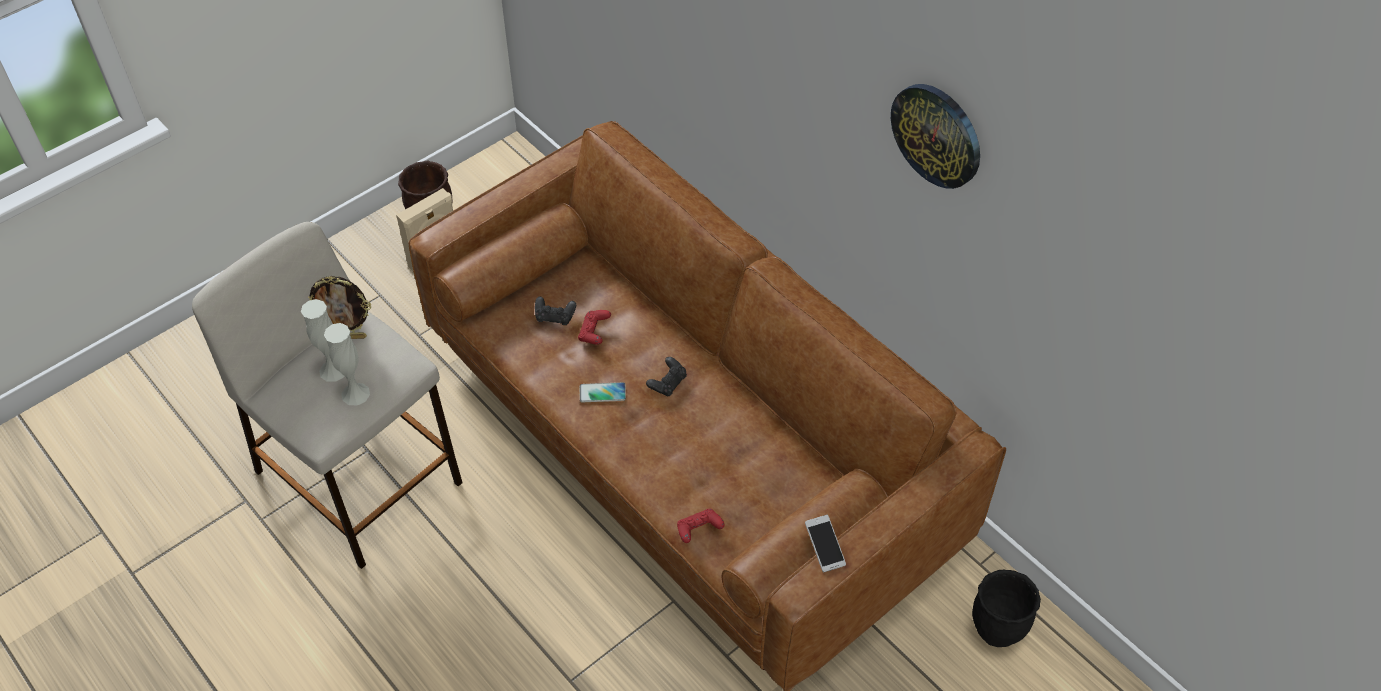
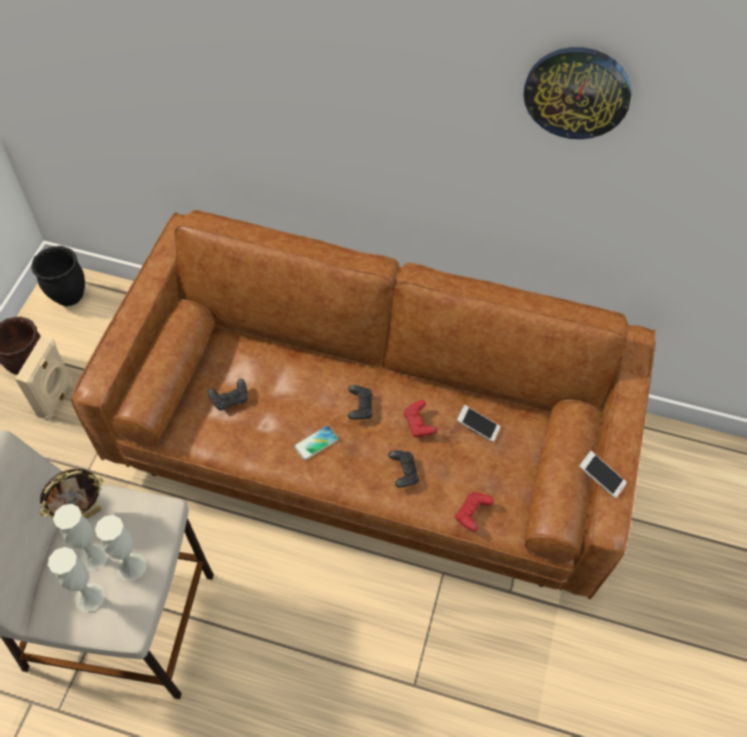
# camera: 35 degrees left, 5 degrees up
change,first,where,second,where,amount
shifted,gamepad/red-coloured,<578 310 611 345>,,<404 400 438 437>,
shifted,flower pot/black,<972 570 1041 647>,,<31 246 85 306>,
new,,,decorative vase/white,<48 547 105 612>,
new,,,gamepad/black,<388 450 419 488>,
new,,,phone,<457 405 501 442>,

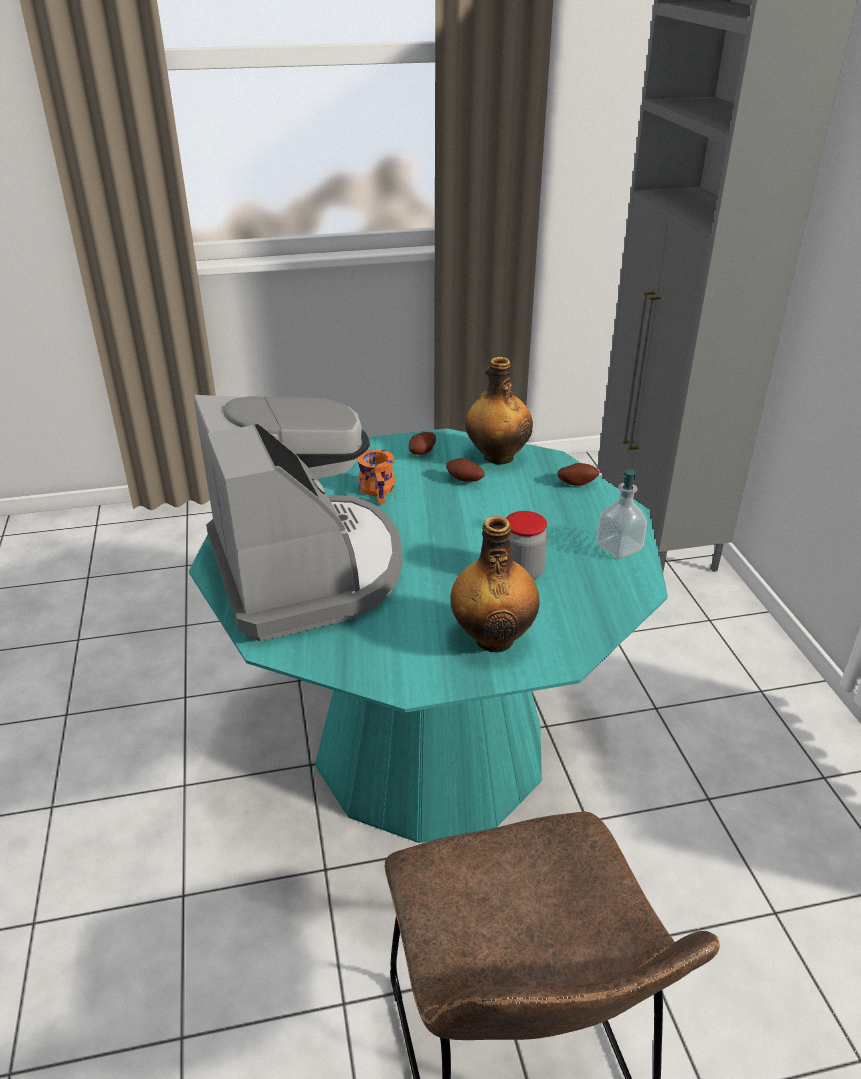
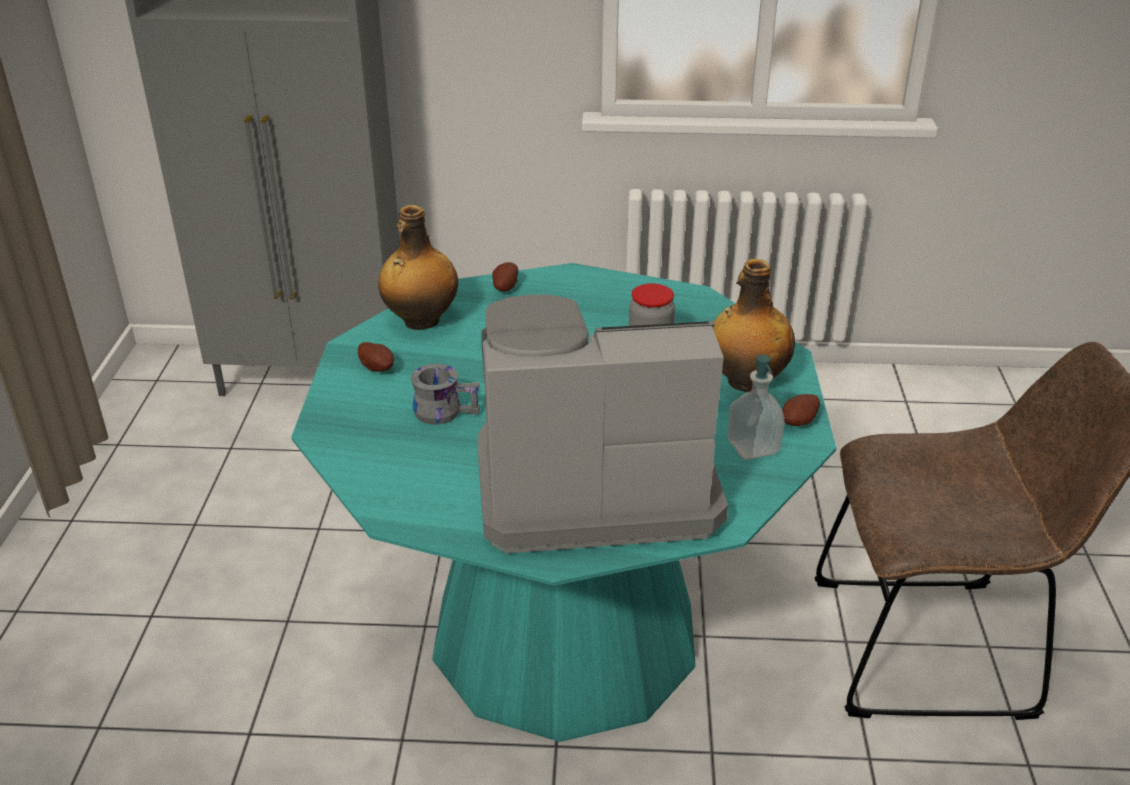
# camera: 75 degrees left, 0 degrees up
change,first,where,second,where,amount
repainted,mug/orangey,<357 449 395 504>,mug/greyish,<411 364 480 425>,
shifted,potato,<446 458 485 482>,,<782 394 820 426>,
shifted,soap bottle,<596 469 647 559>,,<728 354 785 460>,

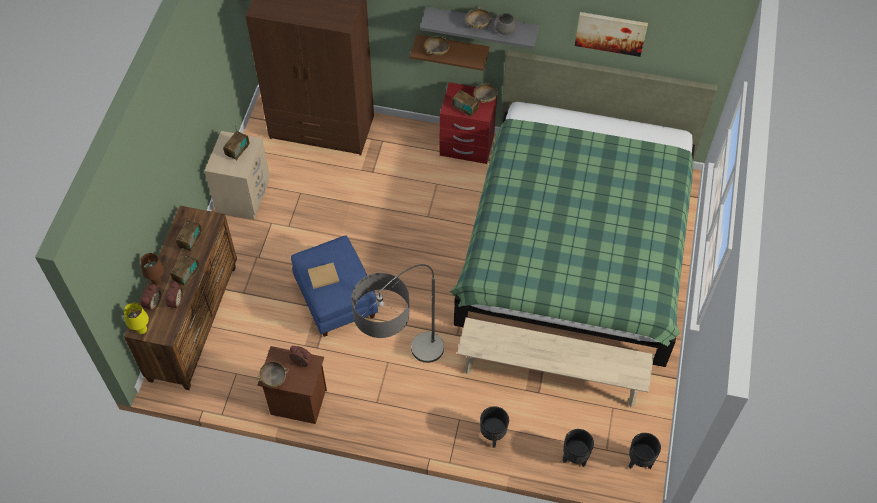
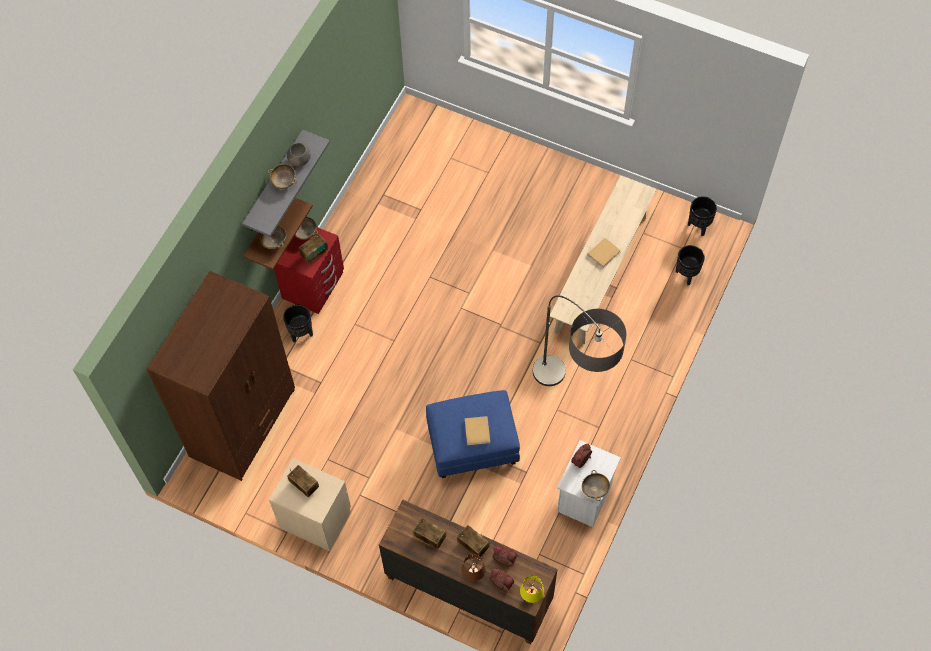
# camera: 75 degrees left, 5 degrees up
change,first,where,second,where,amount
repainted,bedside table/brown-coloured,<257 346 327 424>,bedside table/white,<557 440 621 527>,
gone,sleeping bed/green-coloured,<450 50 717 367>,,,
shifted,flower pot/black,<480 406 509 448>,,<283 305 313 343>,
gone,wall picture,<575 12 648 57>,,,
new,,,book/beige-coloured,<587 238 621 268>,

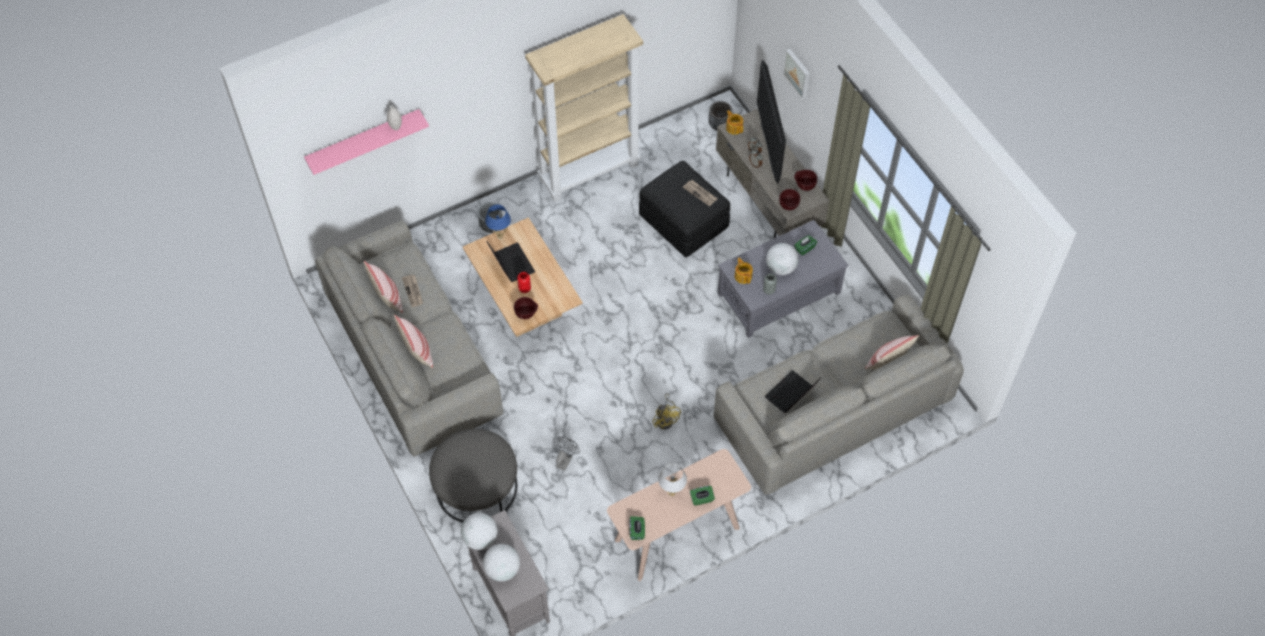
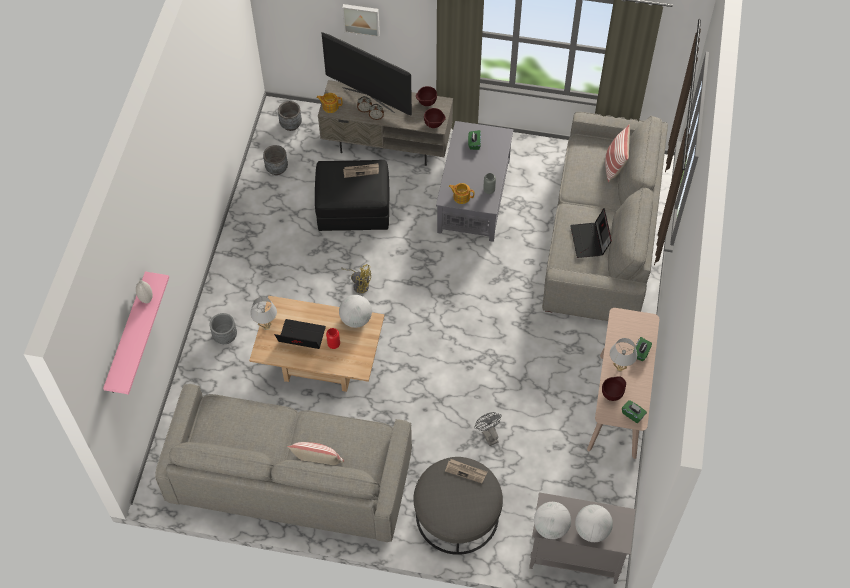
# camera: 50 degrees left, 0 degrees up
change,first,where,second,where,amount
gone,throw pillow,<364 261 403 313>,,,
shifted,daily paper,<402 275 423 307>,,<445 459 487 483>,
repainted,tabletop lamp/blue-coloured,<485 204 511 239>,tabletop lamp/white,<250 297 277 330>,
shifted,deep dish/brown-coloured,<514 297 538 319>,,<602 376 626 401>,
gone,bookshelf/beige-coloured,<525 14 643 202>,,,
shifted,cooling fan/yellow-coloured,<652 393 681 430>,,<341 264 371 294>,
shifted,desk globe,<766 243 799 275>,,<339 295 372 328>,
new,,,flower pot/greyish,<263 145 288 175>,

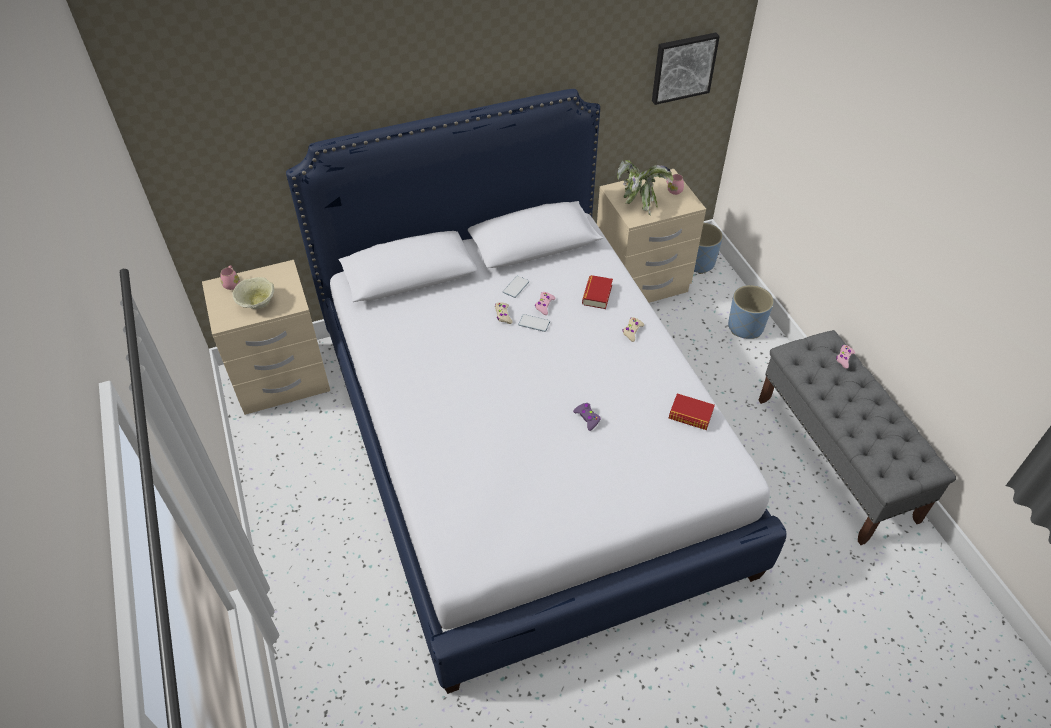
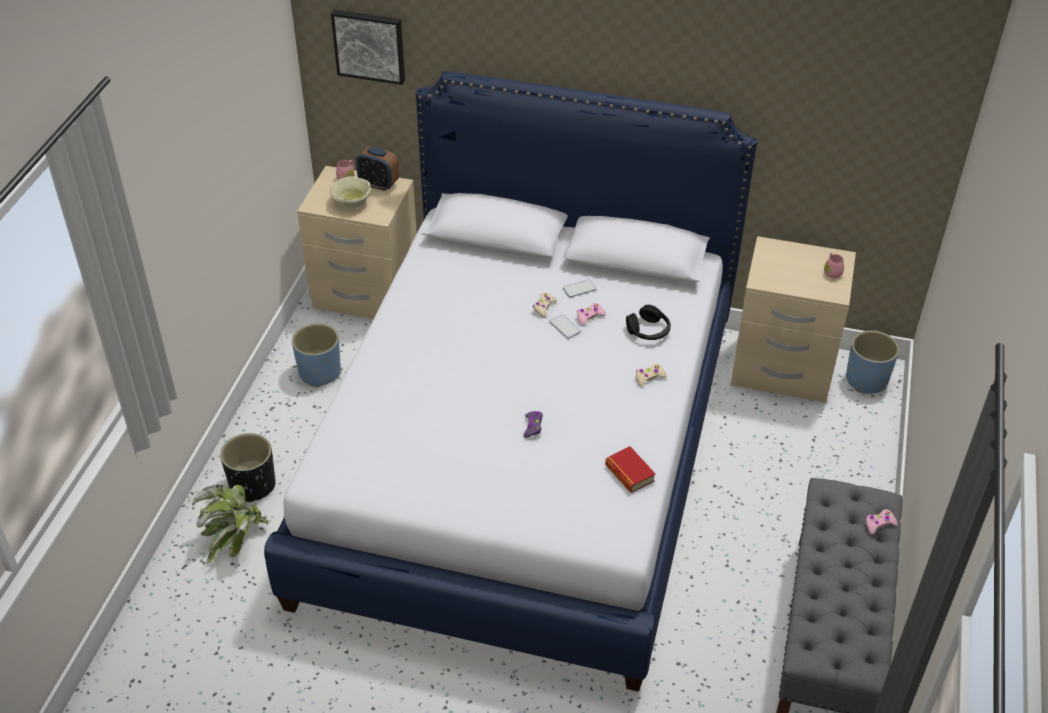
# camera: 35 degrees right, 5 degrees down
change,first,where,second,where,amount
swapped,book,<582 275 613 309>,headset/black,<626 305 671 340>,
shifted,plant in a pot,<617 160 674 216>,,<192 484 268 563>,
shifted,wall picture,<652 33 720 105>,,<331 10 405 85>,
shifted,flower pot/blue-coloured,<728 285 774 339>,,<292 323 341 387>,
new,,,flower pot/black,<220 433 275 503>,
new,,,bedside clock,<356 146 399 191>,

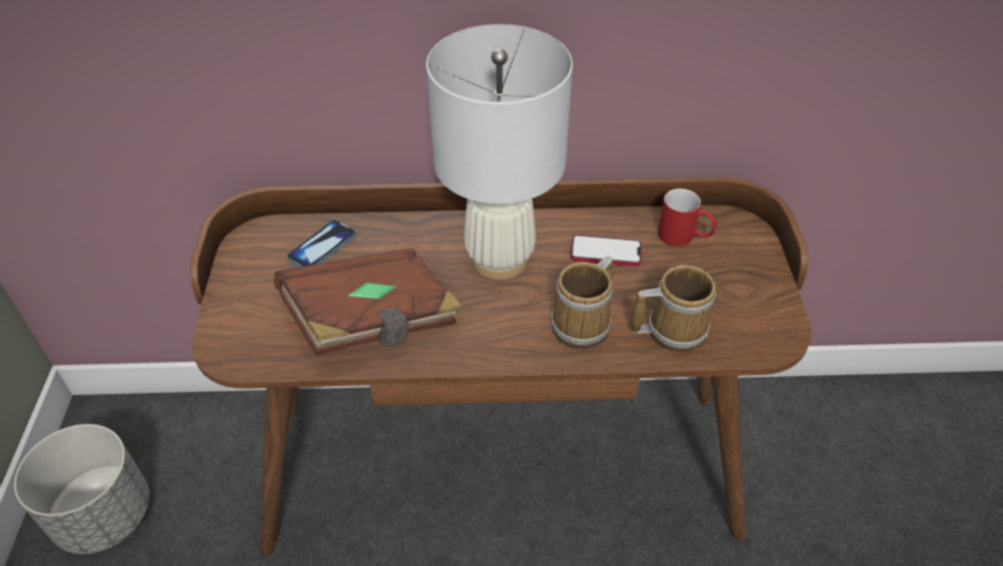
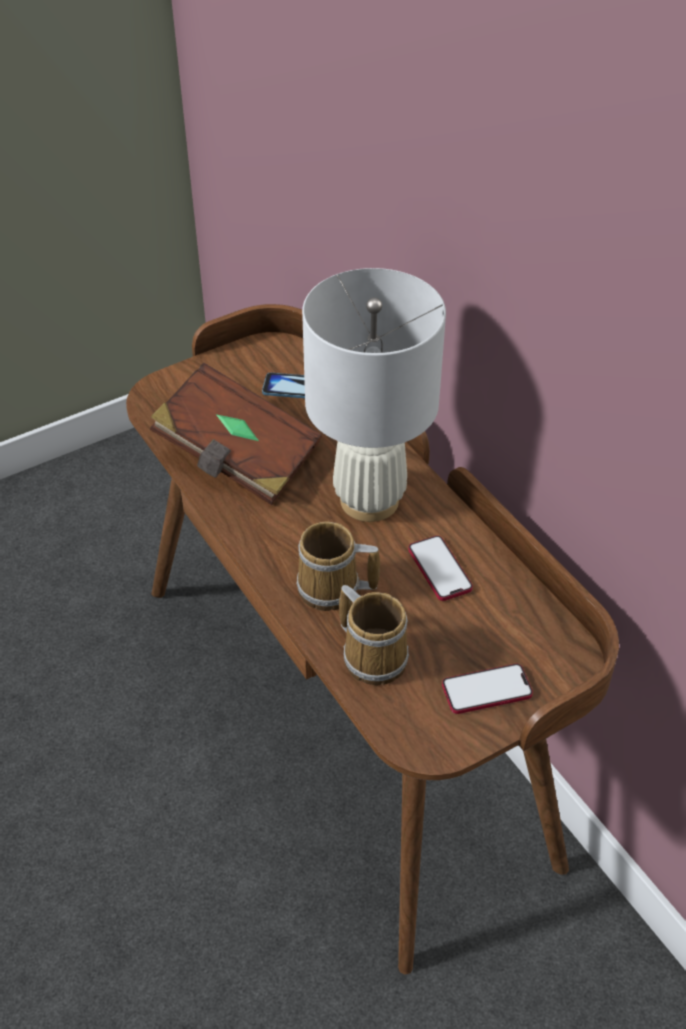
# camera: 60 degrees right, 0 degrees up
change,first,where,second,where,amount
gone,flower pot/greyish,<14 424 150 554>,,,
gone,mug/red-coloured,<658 189 717 246>,,,
new,,,phone,<442 664 533 714>,

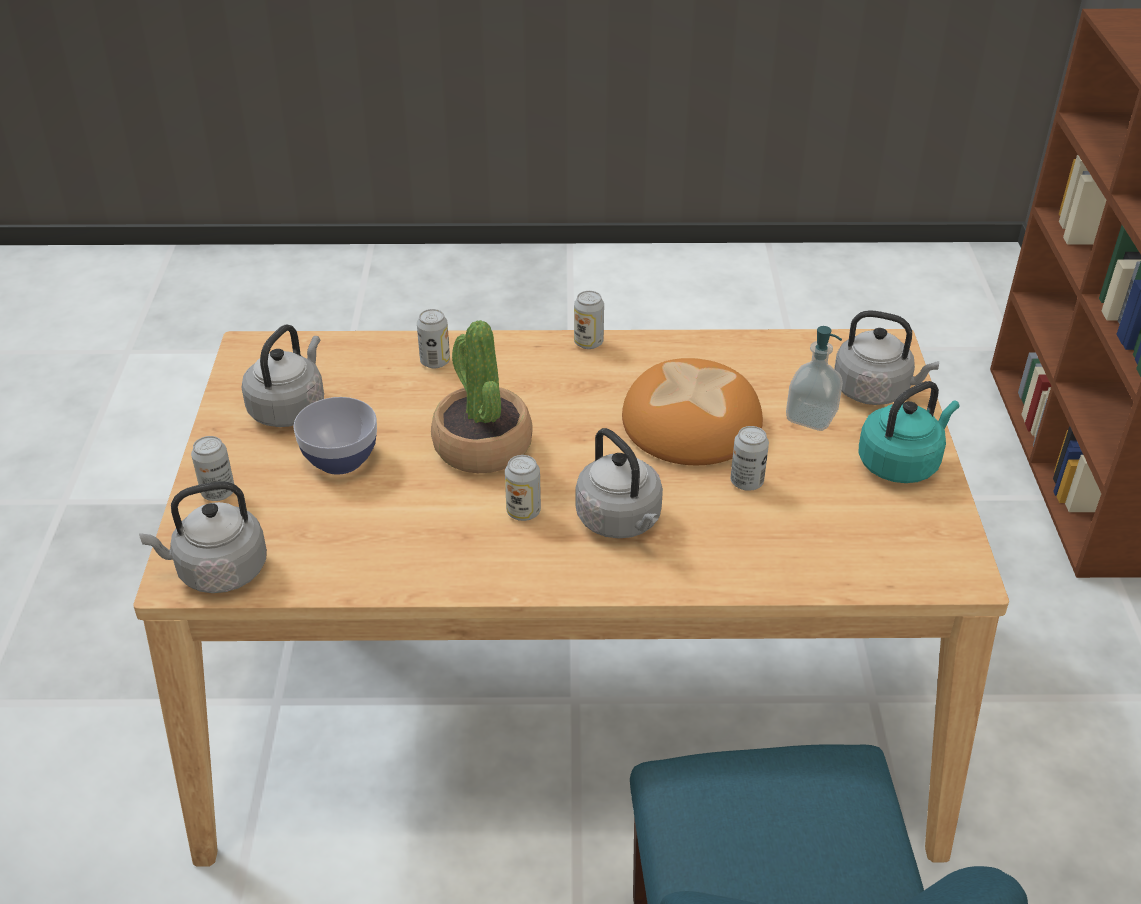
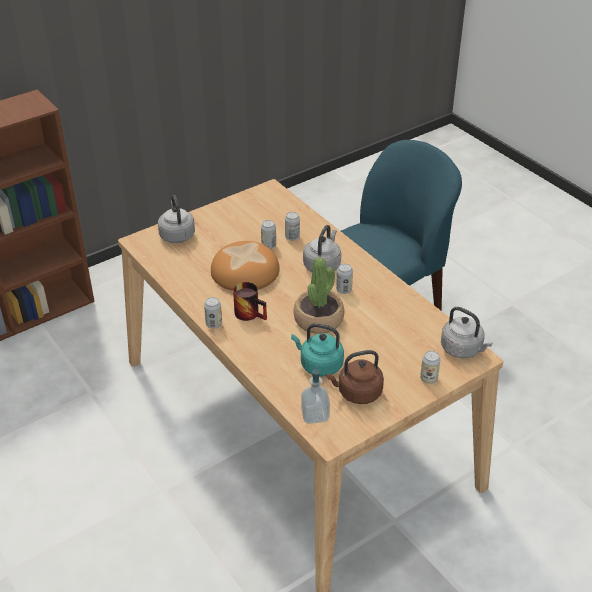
# camera: 125 degrees left, 0 degrees up
change,first,where,second,where,amount
repainted,water kettle/greyish,<242 324 324 427>,water kettle/brown-coloured,<326 350 384 404>,
gone,deep dish,<293 397 377 475>,,,
shifted,metal can,<417 309 450 369>,,<285 212 300 241>,
shifted,soap bottle,<786 326 843 431>,,<301 367 330 424>,
shifted,water kettle/turquoise-coloured,<859 381 959 483>,,<291 323 344 377>,
new,,,mug,<233 282 267 321>,

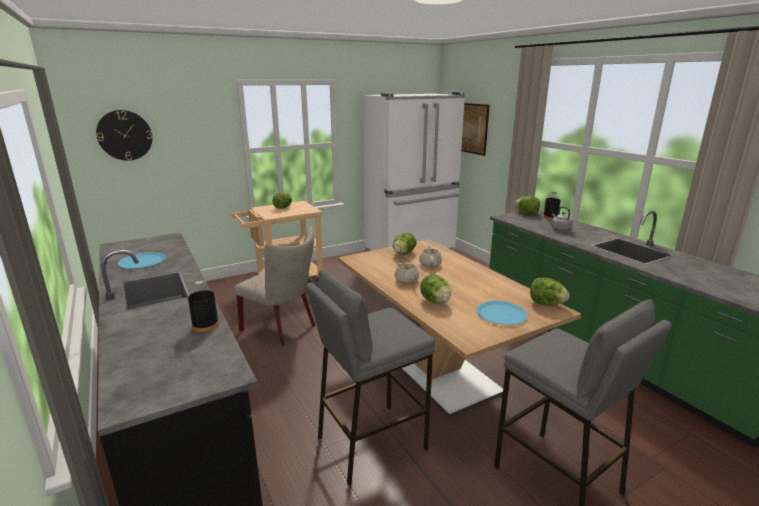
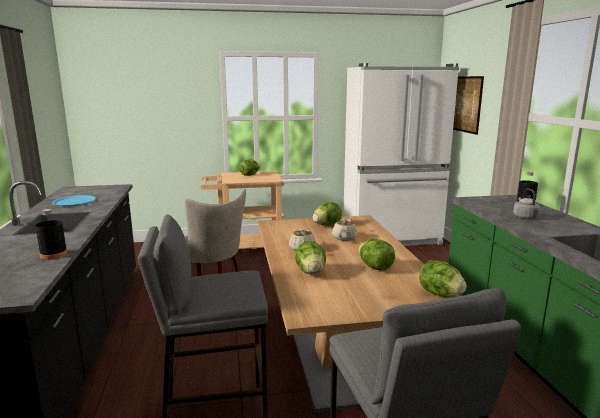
# camera: 20 degrees right, 5 degrees down
change,first,where,second,where,amount
gone,clock on the wall,<96 110 152 161>,,,
gone,flat dish/blue-coloured,<477 301 528 325>,,,
shifted,lettuce head,<514 196 540 214>,,<359 239 395 271>,

